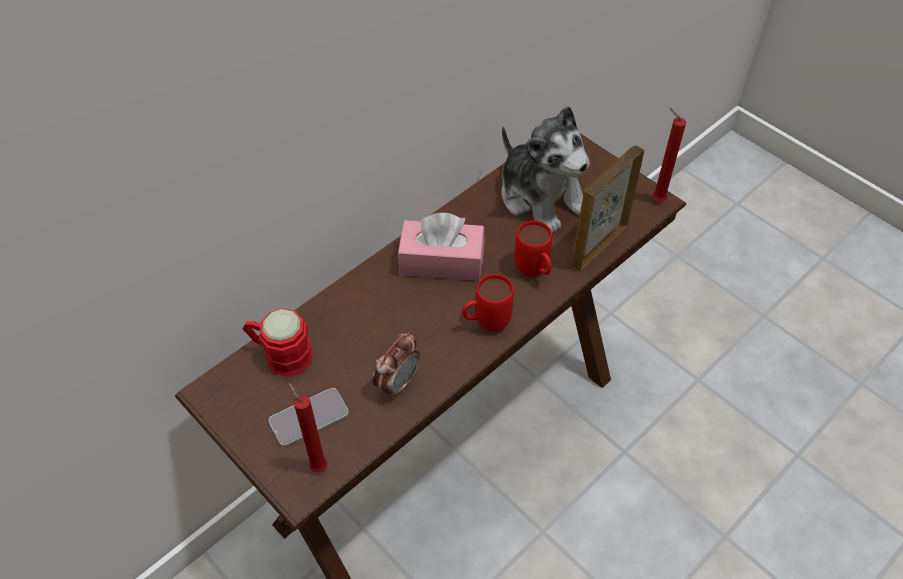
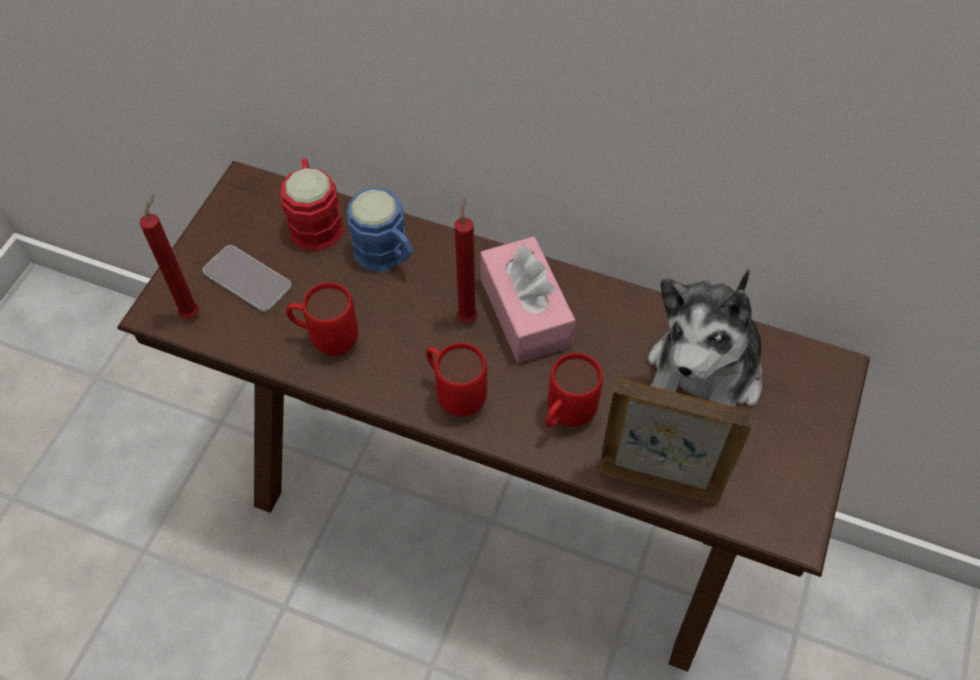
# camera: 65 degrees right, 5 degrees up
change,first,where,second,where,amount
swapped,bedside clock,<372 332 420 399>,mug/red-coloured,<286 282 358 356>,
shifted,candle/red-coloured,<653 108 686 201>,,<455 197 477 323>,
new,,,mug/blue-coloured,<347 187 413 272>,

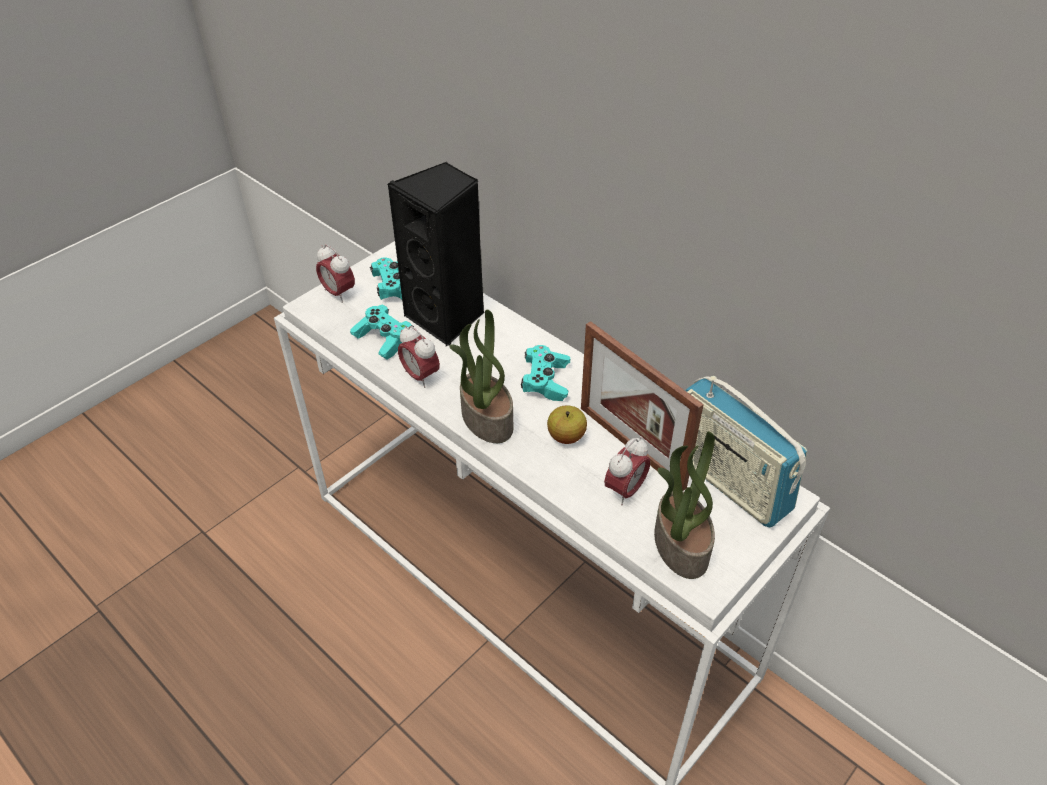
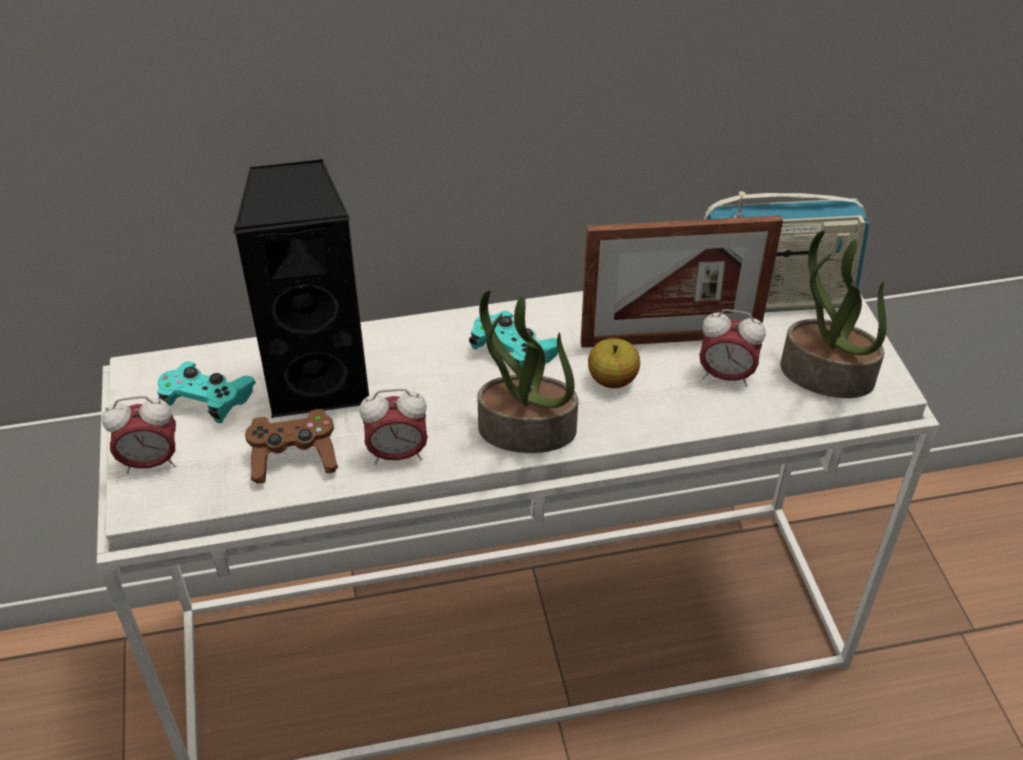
# camera: 55 degrees left, 0 degrees up
change,first,where,second,where,amount
repainted,gamepad/turquoise-coloured,<350 305 414 360>,gamepad/brown-coloured,<245 409 338 484>,
rotated,bedside clock,<604 437 650 505>,,<699 309 766 387>,120 degrees clockwise

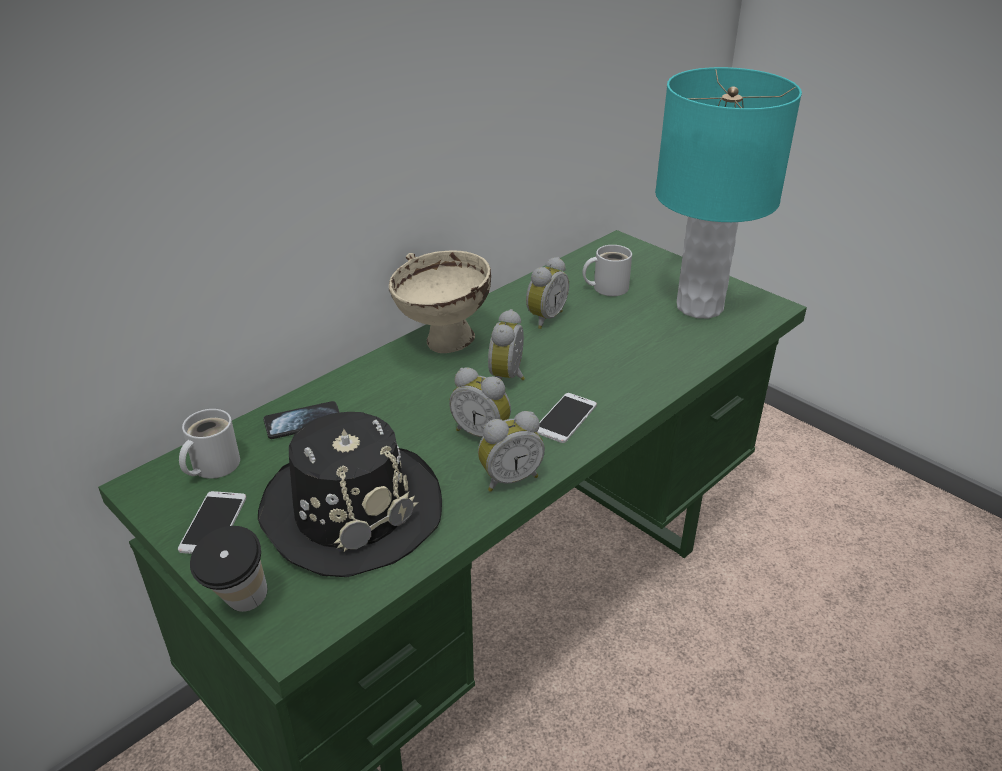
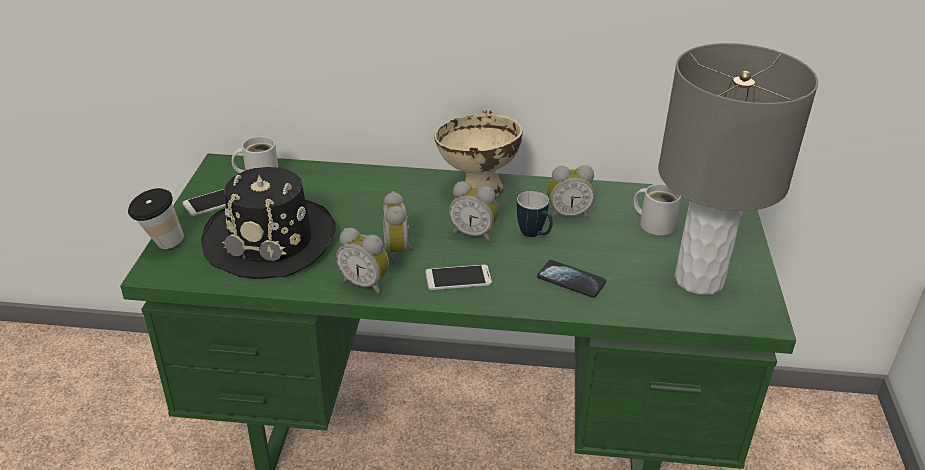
# camera: 50 degrees right, 0 degrees up
change,first,where,second,where,amount
shifted,phone,<263 401 340 439>,,<537 260 606 298>,
rotated,bedside clock,<488 309 525 380>,,<449 181 498 242>,135 degrees counterclockwise
repainted,tabletop lamp/turquoise-coloured,<655 67 802 319>,tabletop lamp/greyish,<658 43 818 295>,
new,,,mug,<517 191 553 237>,

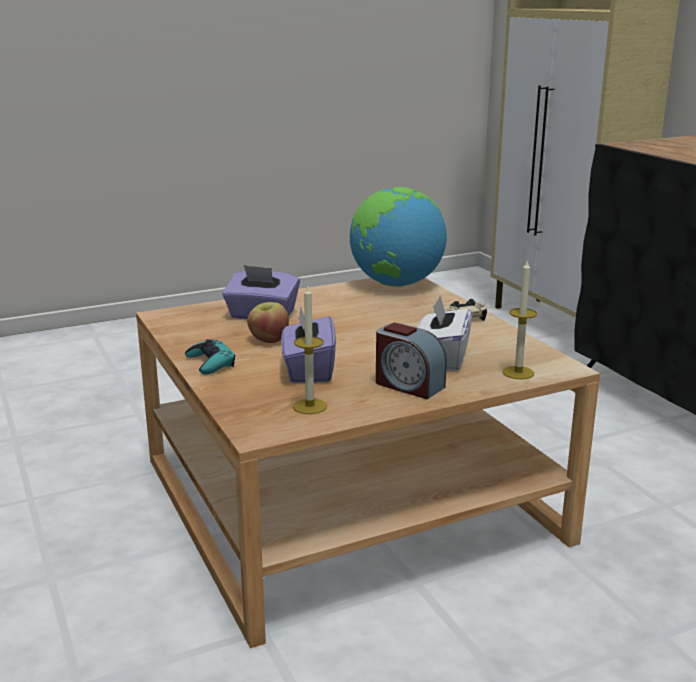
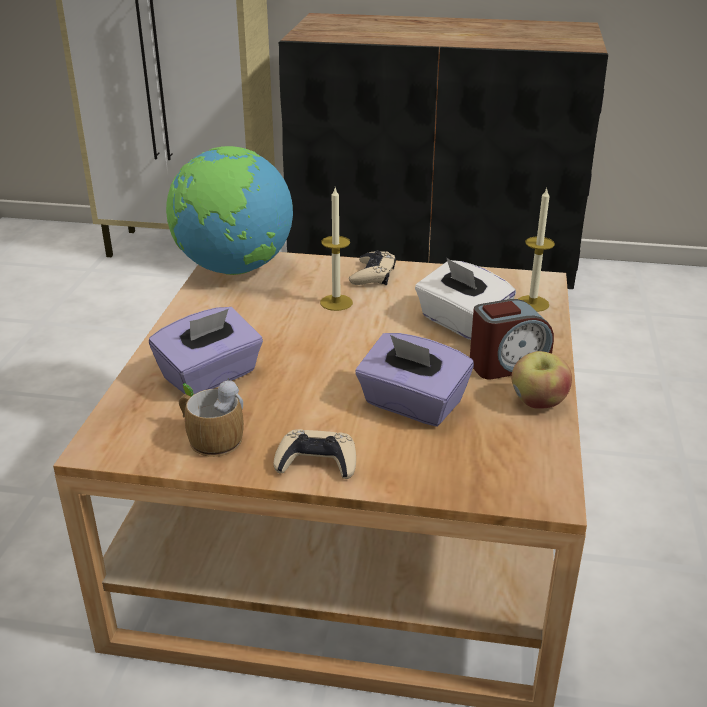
# camera: 55 degrees left, 10 degrees up
change,first,where,second,where,amount
repainted,gamepad/turquoise-coloured,<185 339 235 375>,gamepad/beige-coloured,<273 429 356 479>,
shifted,apple,<247 302 289 343>,,<511 351 572 409>,
shifted,candle,<293 286 327 414>,,<320 188 353 311>,
new,,,mug,<179 378 244 457>,

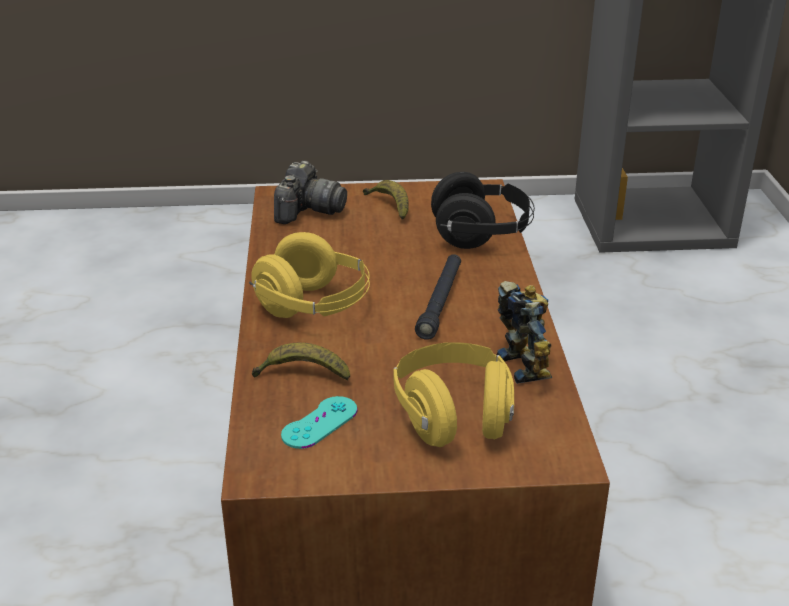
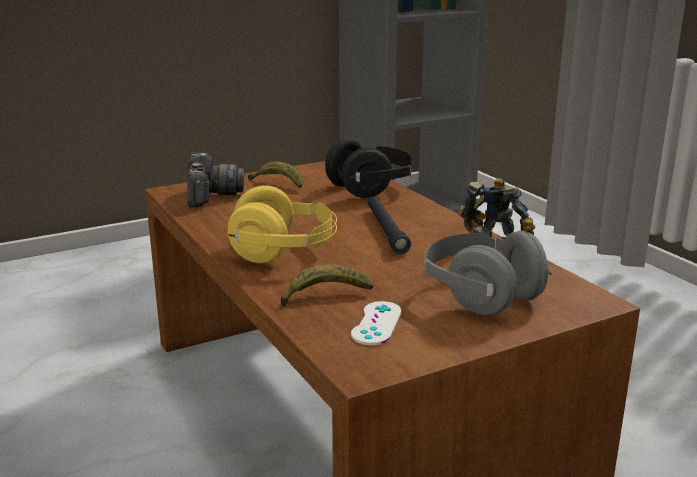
# camera: 25 degrees left, 10 degrees down
change,first,where,second,where,amount
repainted,gamepad/turquoise-coloured,<281 396 358 449>,gamepad/white,<351 301 402 345>,
repainted,headset/yellow-coloured,<394 342 514 447>,headset/greyish,<424 230 552 315>,

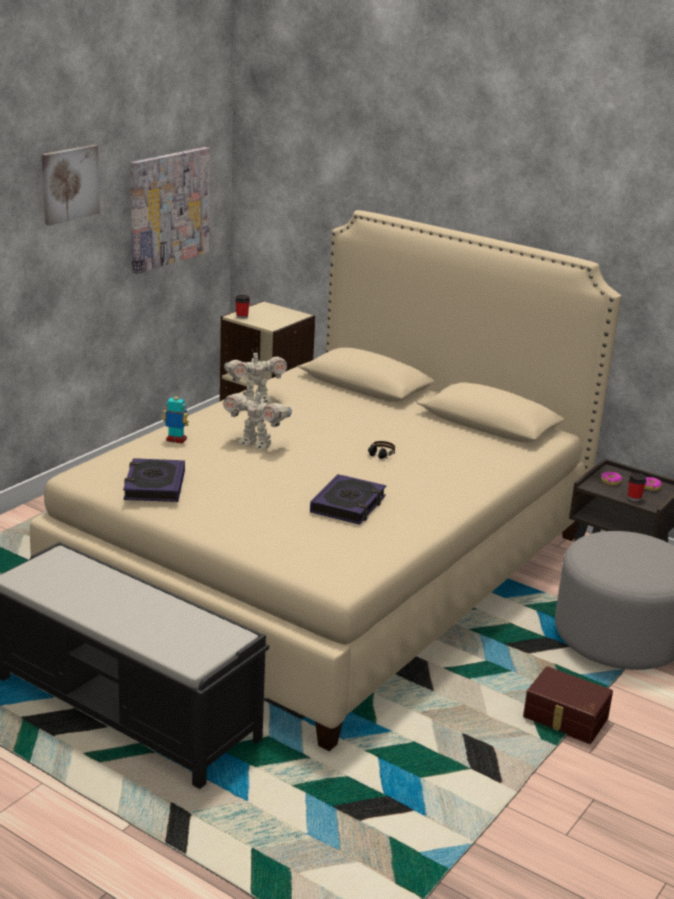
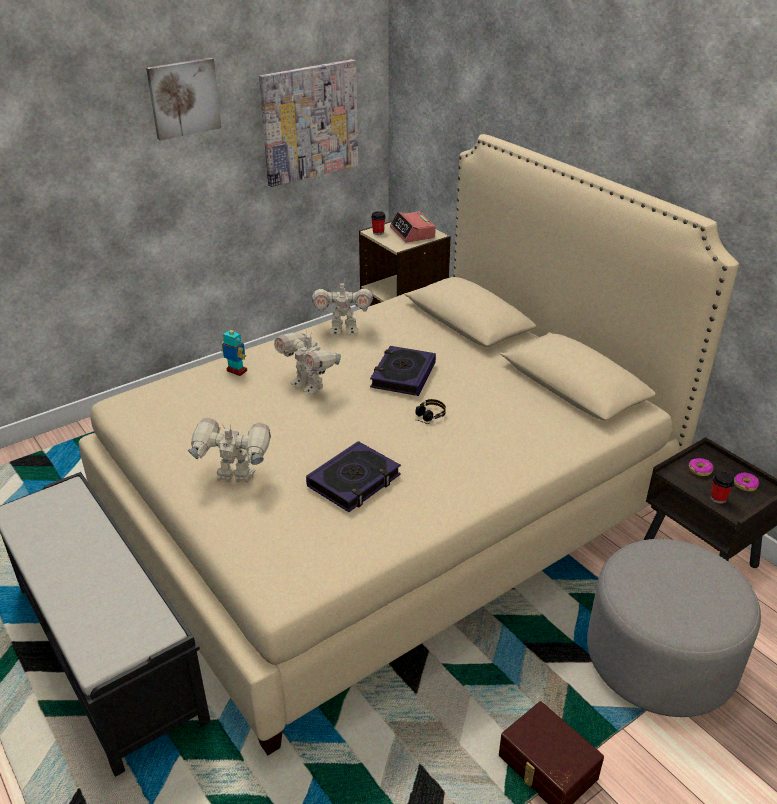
# camera: 20 degrees right, 10 degrees up
change,first,where,second,where,amount
shifted,book,<123 458 185 502>,,<370 346 436 396>,
new,,,toy robot,<188 418 271 482>,
new,,,bedside clock,<390 211 436 243>,

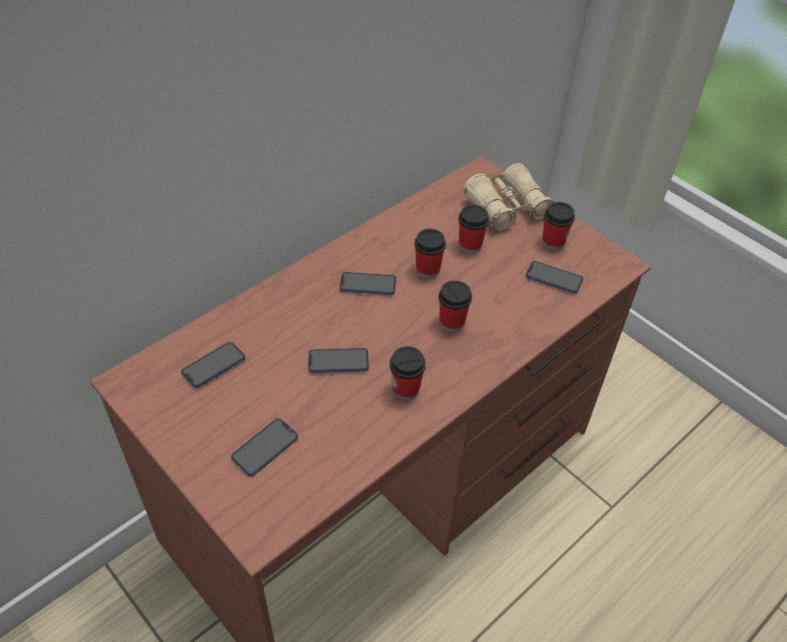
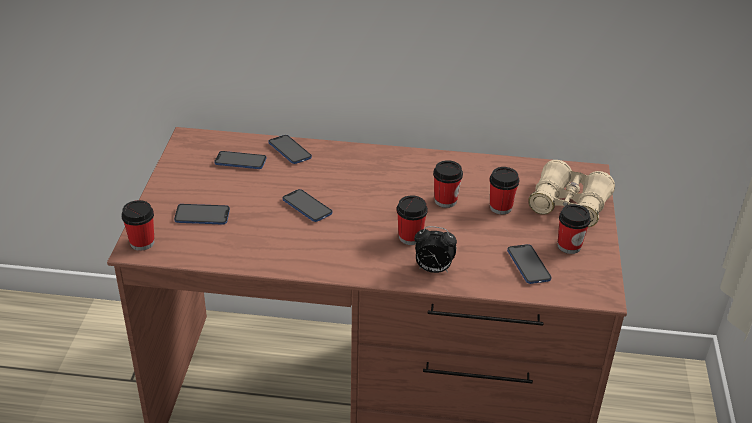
# camera: 50 degrees right, 10 degrees down
change,first,where,second,where,amount
shifted,phone,<340 272 396 295>,,<269 135 312 164>,
shifted,small cup,<390 346 426 400>,,<121 200 154 251>,
new,,,bedside clock,<414 226 457 273>,

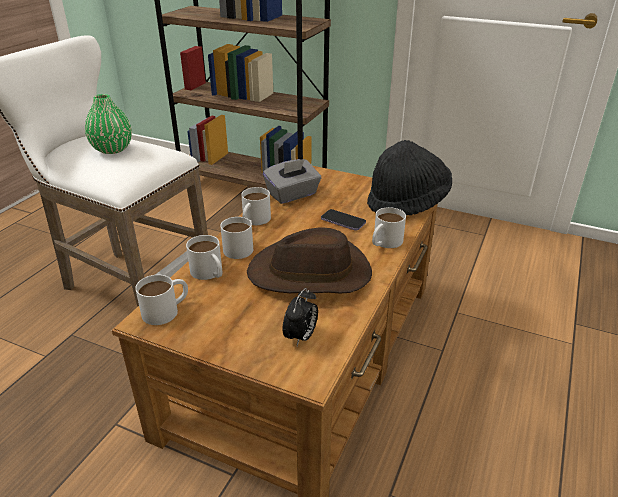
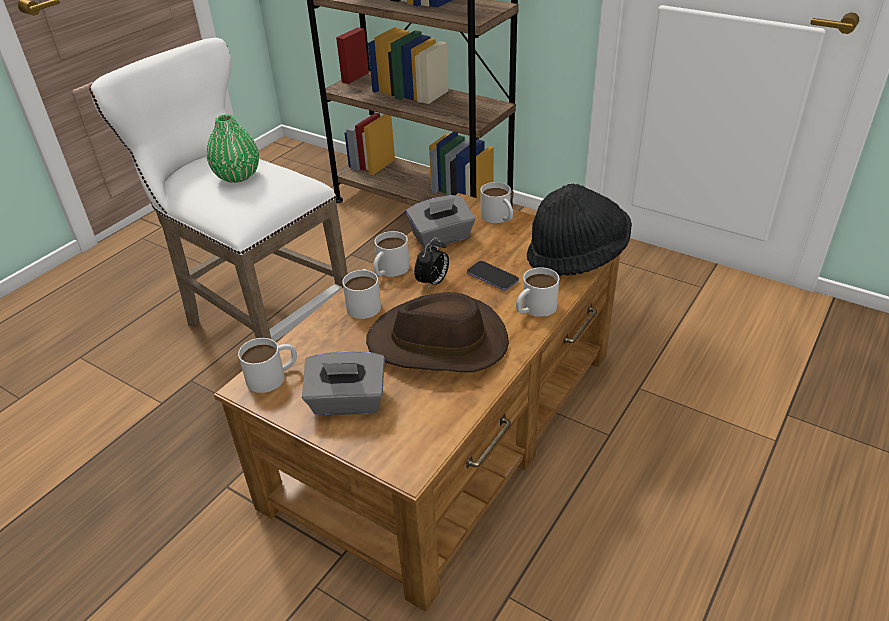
# camera: 10 degrees right, 5 degrees up
change,first,where,second,where,amount
shifted,mug/white,<186 235 222 280>,,<481 182 513 223>,
shifted,bedside clock,<283 288 318 346>,,<414 237 449 290>,
new,,,tissue box/greyish,<302 351 385 415>,

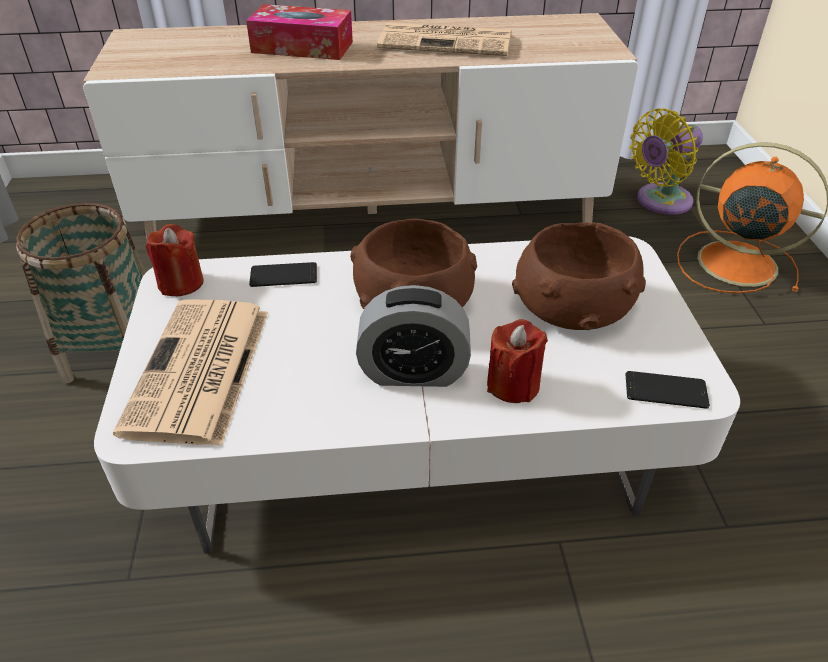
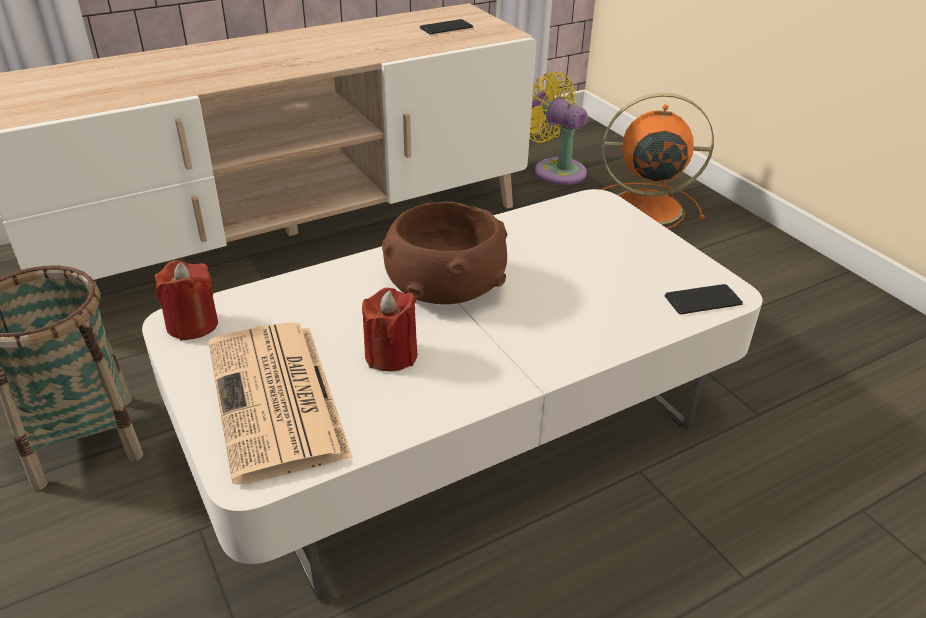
# camera: 25 degrees left, 5 degrees down
change,first,where,second,where,amount
gone,tissue box,<246 4 353 60>,,,
shifted,phone,<249 262 317 287>,,<420 19 473 35>,
gone,bedside clock,<356 285 471 387>,,,
gone,daily paper,<377 23 512 56>,,,
shifted,candle/red-coloured,<487 319 548 403>,,<362 288 417 372>,
gone,deep dish/brown-coloured,<512 222 646 330>,,,
rotated,cooling fan/yellow-coloured,<629 108 703 215>,,<529 72 588 185>,105 degrees clockwise

